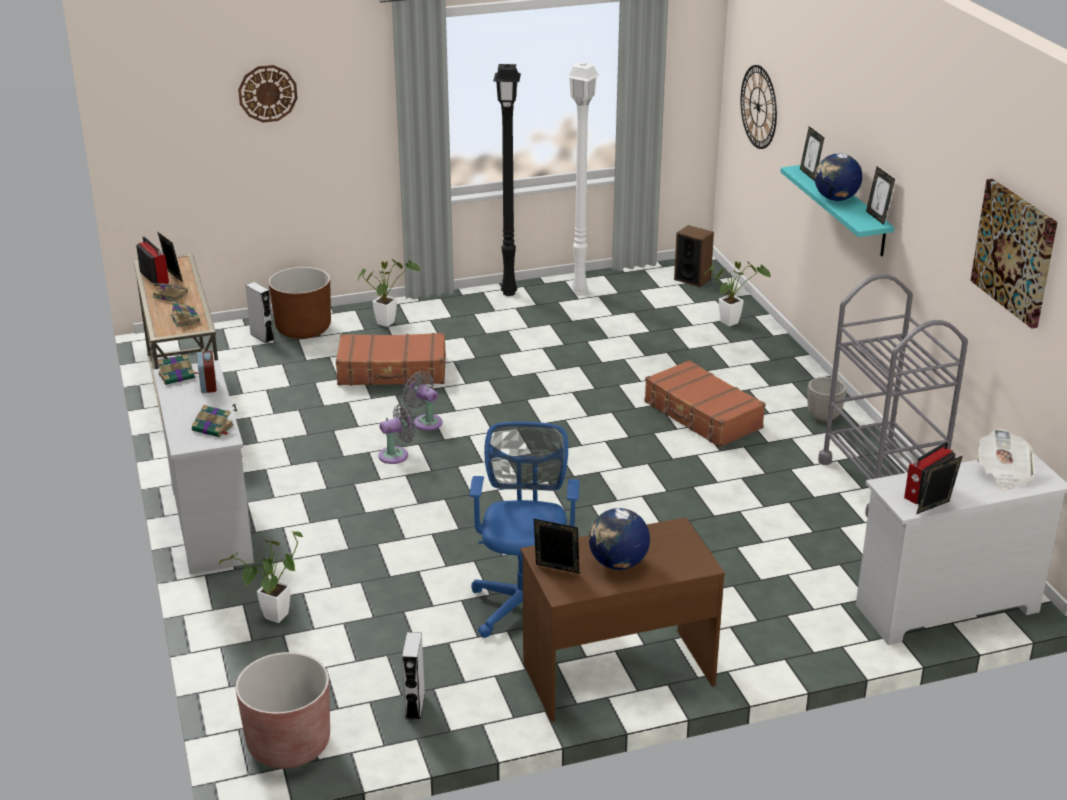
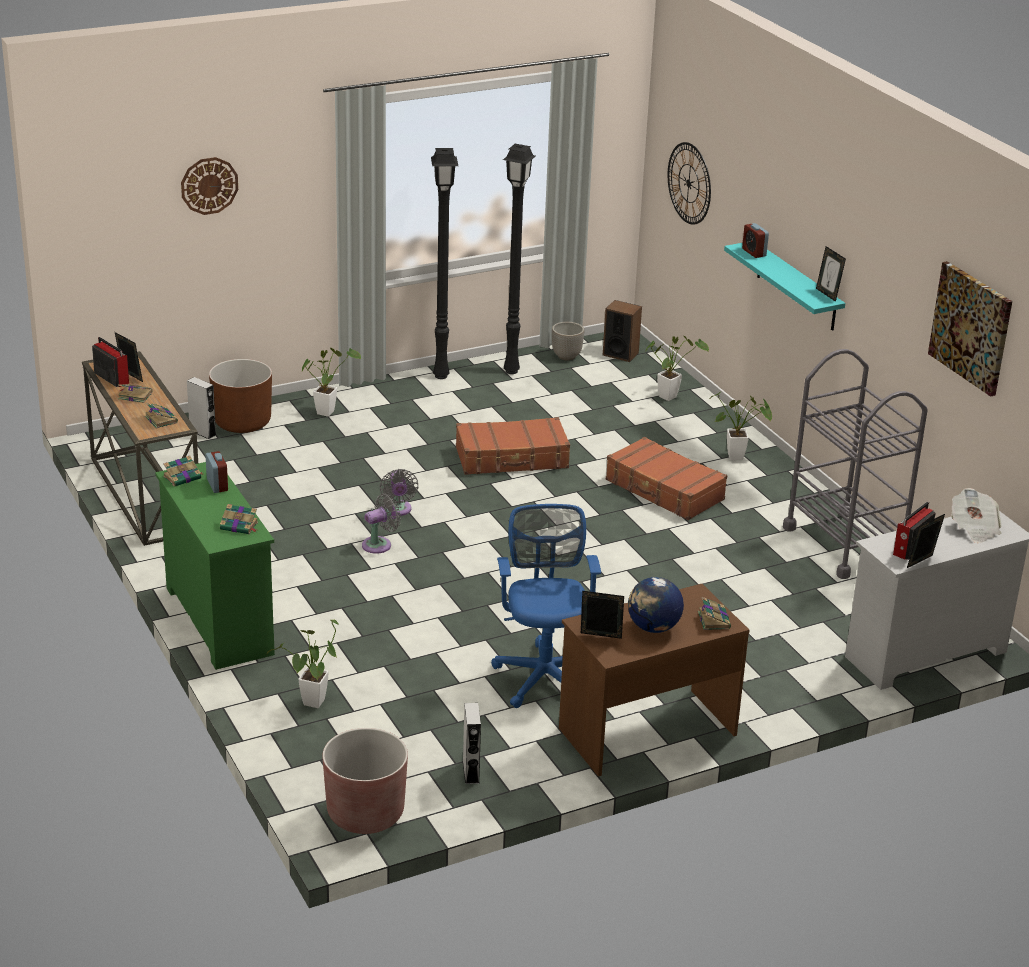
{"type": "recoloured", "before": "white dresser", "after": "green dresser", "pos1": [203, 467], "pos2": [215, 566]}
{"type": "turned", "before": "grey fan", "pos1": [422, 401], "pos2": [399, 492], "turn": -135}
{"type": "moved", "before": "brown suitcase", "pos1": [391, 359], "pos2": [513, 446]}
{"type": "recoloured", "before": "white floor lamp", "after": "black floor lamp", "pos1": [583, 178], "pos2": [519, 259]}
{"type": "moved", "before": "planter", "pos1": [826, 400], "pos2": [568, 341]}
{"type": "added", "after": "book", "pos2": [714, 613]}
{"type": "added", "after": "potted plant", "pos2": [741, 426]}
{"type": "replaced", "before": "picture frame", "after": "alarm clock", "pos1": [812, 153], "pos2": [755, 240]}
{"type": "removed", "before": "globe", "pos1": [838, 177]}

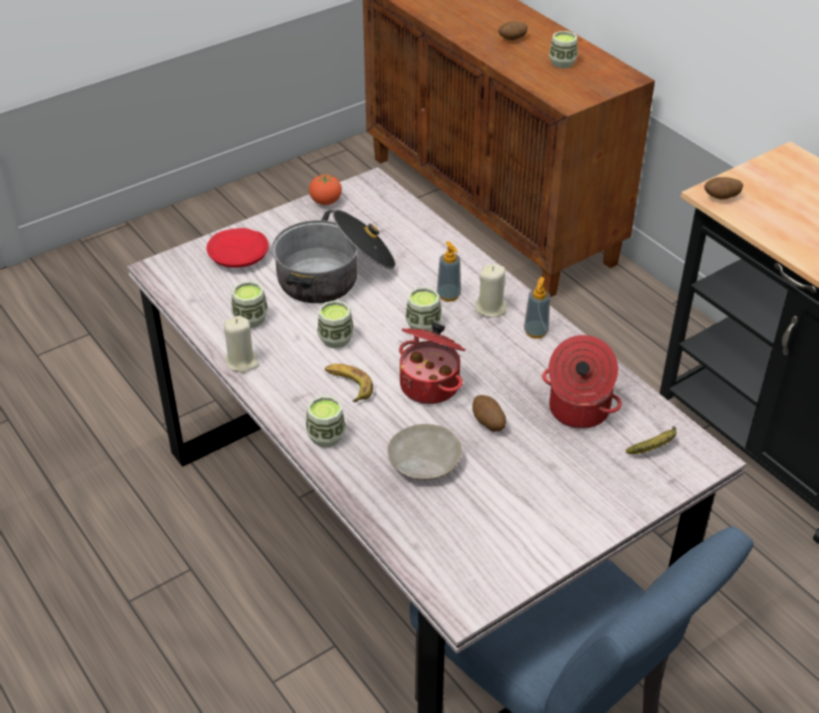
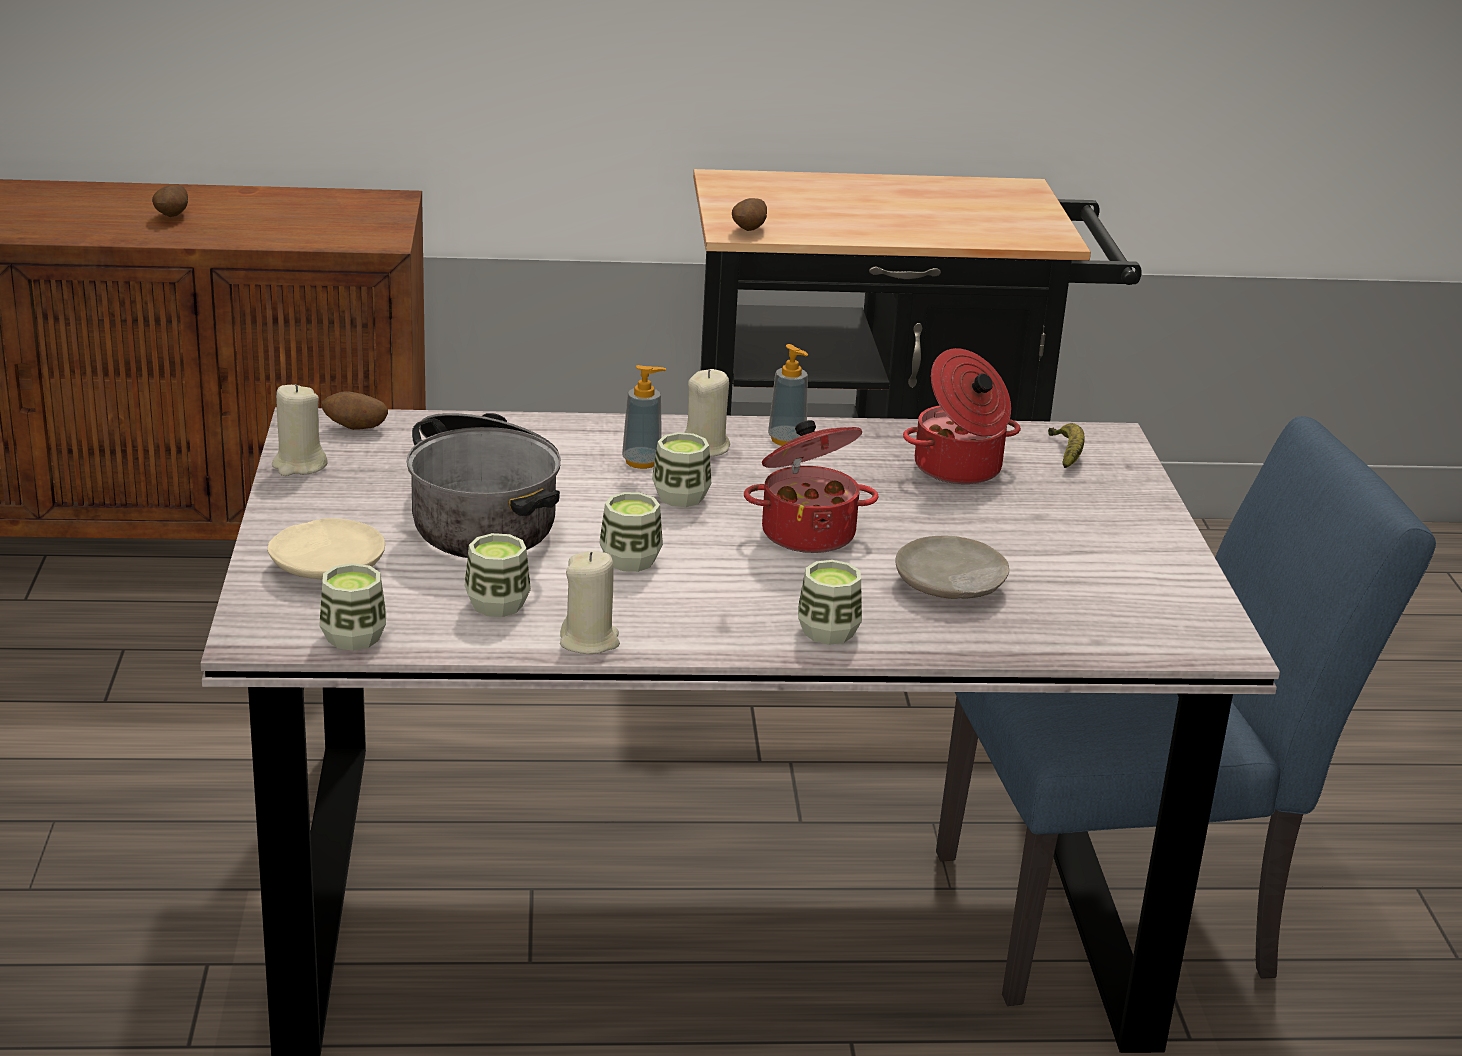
{"type": "recoloured", "before": "red plate", "after": "beige plate", "pos1": [238, 248], "pos2": [326, 549]}
{"type": "replaced", "before": "tomato", "after": "beige candle", "pos1": [325, 189], "pos2": [300, 430]}
{"type": "moved", "before": "cup", "pos1": [563, 49], "pos2": [352, 607]}
{"type": "moved", "before": "potato", "pos1": [489, 413], "pos2": [355, 411]}
{"type": "removed", "before": "banana", "pos1": [349, 383]}

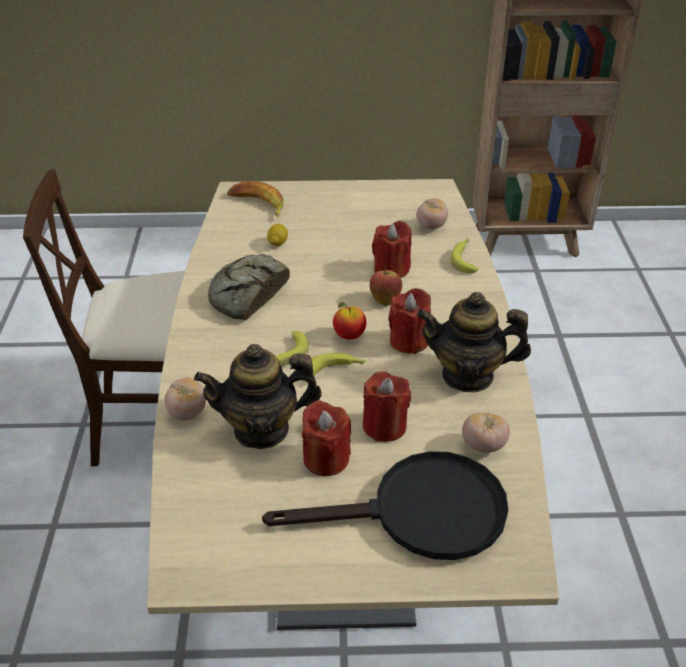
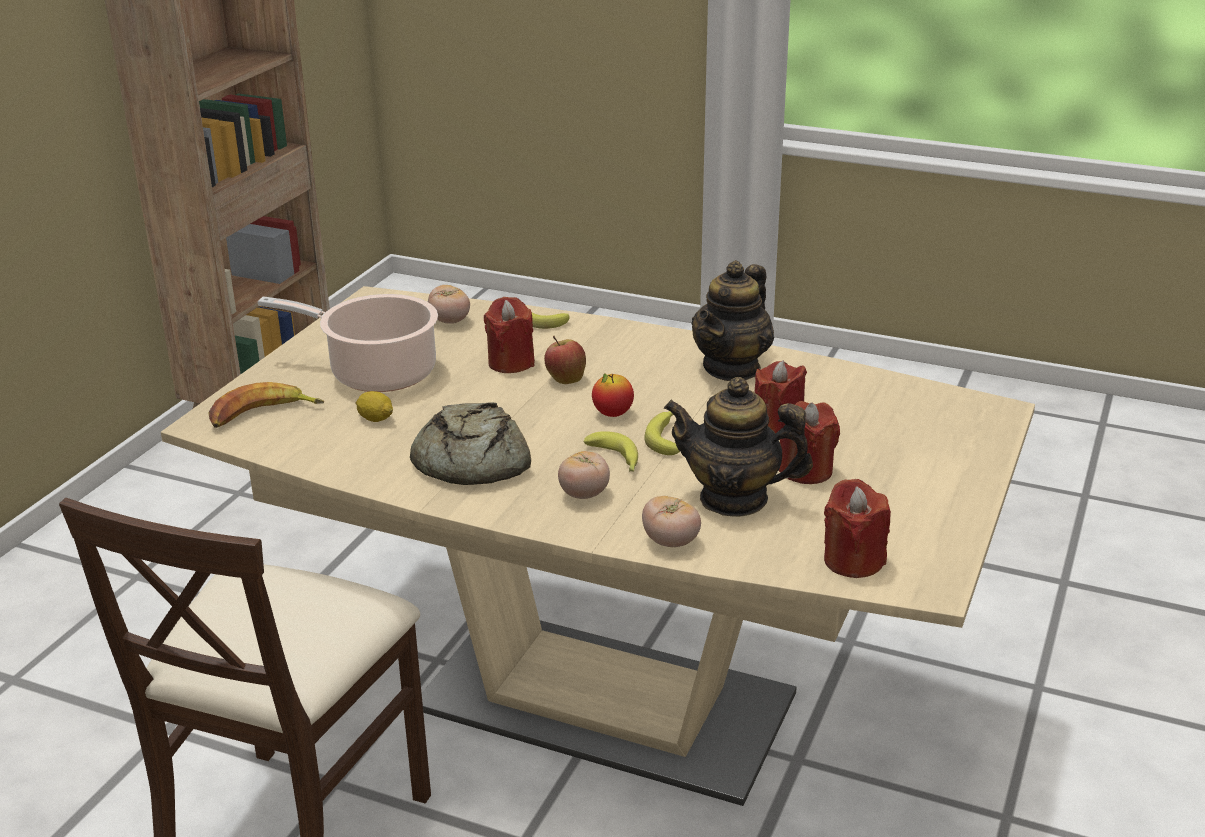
{"type": "added", "after": "cooking pot", "pos2": [348, 343]}
{"type": "moved", "before": "tomato", "pos1": [486, 432], "pos2": [584, 475]}
{"type": "turned", "before": "teapot", "pos1": [258, 396], "pos2": [738, 447], "turn": 90}
{"type": "moved", "before": "red candle", "pos1": [409, 321], "pos2": [857, 528]}
{"type": "removed", "before": "black frying pan", "pos1": [385, 505]}

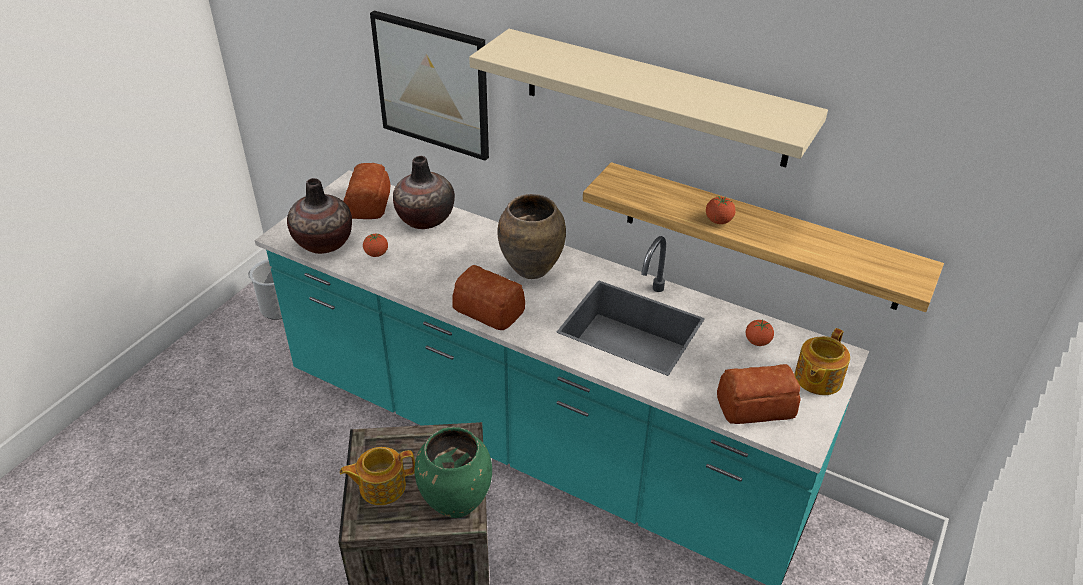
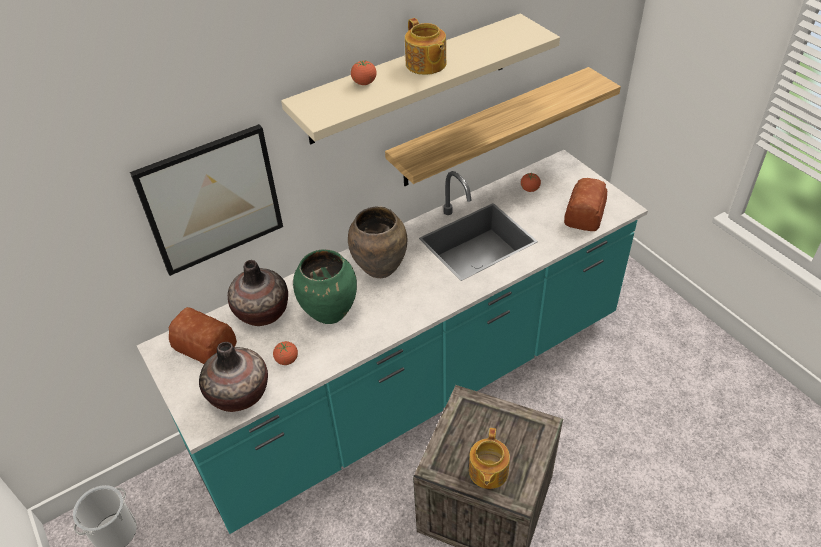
{"type": "moved", "before": "green vase", "pos1": [453, 472], "pos2": [325, 286]}
{"type": "moved", "before": "tomato", "pos1": [721, 210], "pos2": [364, 72]}
{"type": "moved", "before": "teapot", "pos1": [822, 361], "pos2": [425, 46]}
{"type": "removed", "before": "bread", "pos1": [488, 297]}

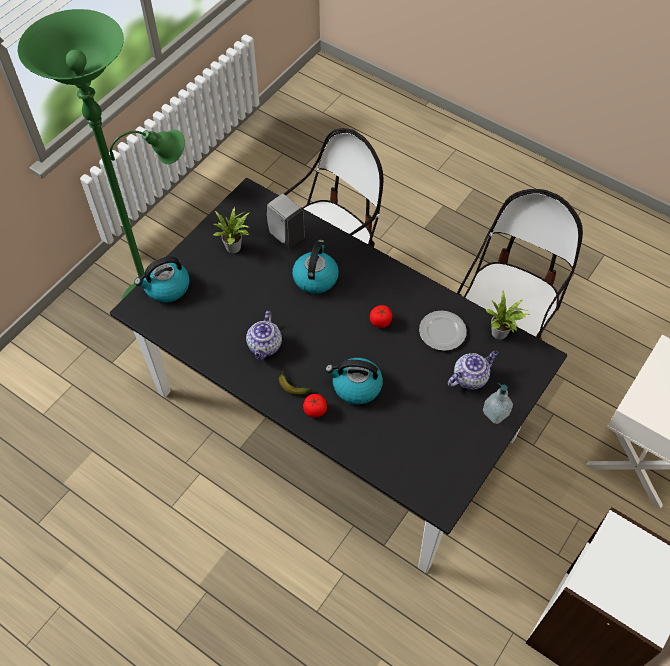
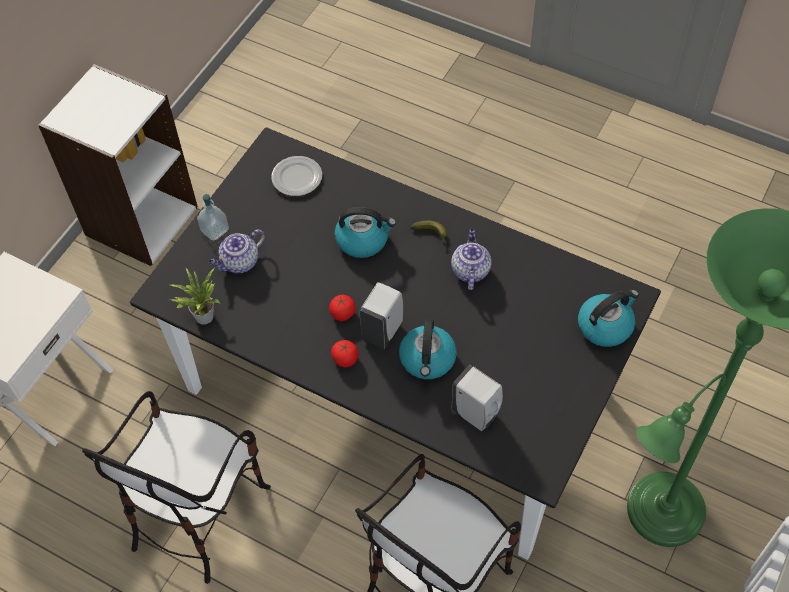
{"type": "moved", "before": "plate", "pos1": [443, 331], "pos2": [296, 176]}
{"type": "moved", "before": "tomato", "pos1": [315, 406], "pos2": [345, 353]}
{"type": "added", "after": "white soap dispenser", "pos2": [381, 315]}
{"type": "removed", "before": "potted plant", "pos1": [231, 230]}

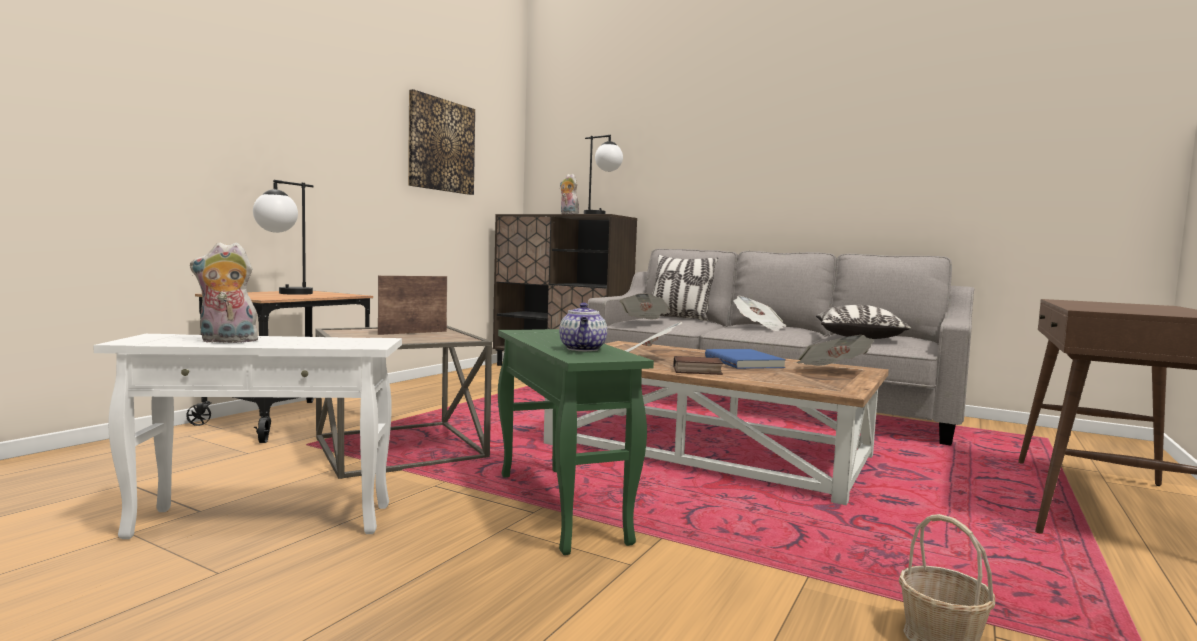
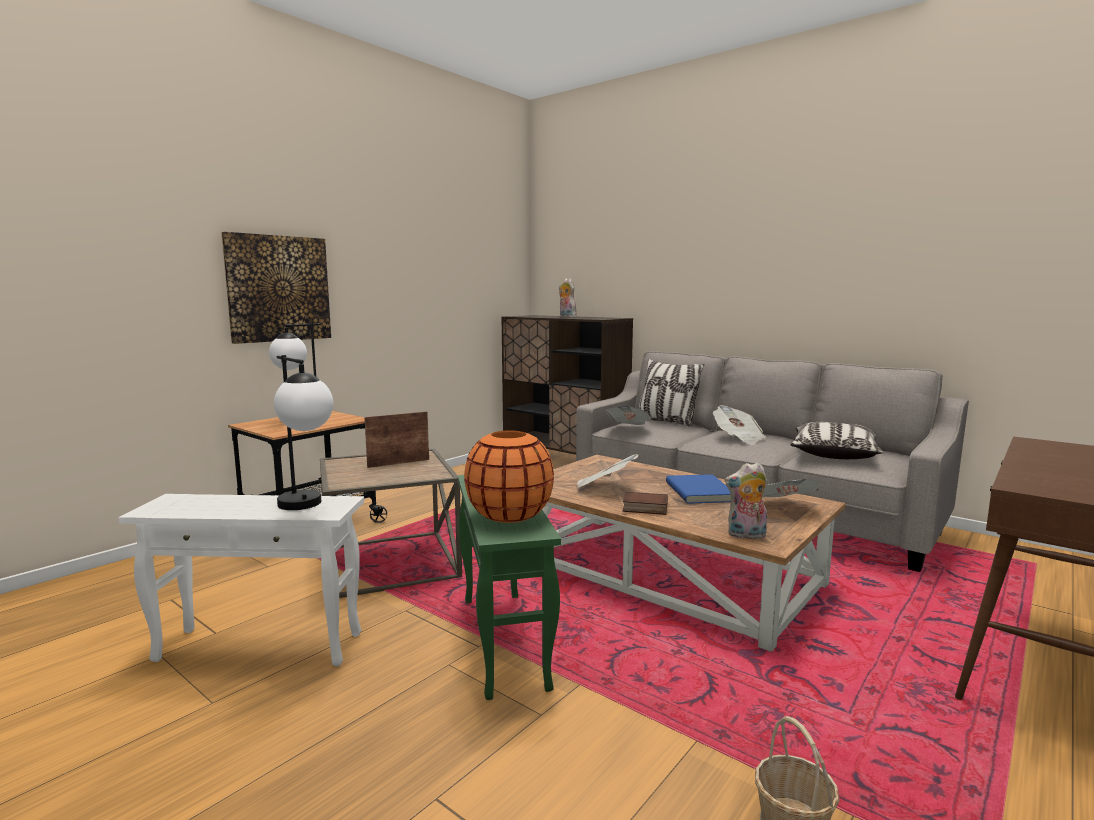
{"type": "moved", "before": "picture", "pos1": [441, 142], "pos2": [276, 288]}
{"type": "moved", "before": "table lamp", "pos1": [603, 174], "pos2": [303, 432]}
{"type": "replaced", "before": "teapot", "after": "orange vase", "pos1": [583, 327], "pos2": [509, 476]}
{"type": "moved", "before": "plush toy", "pos1": [224, 292], "pos2": [746, 500]}

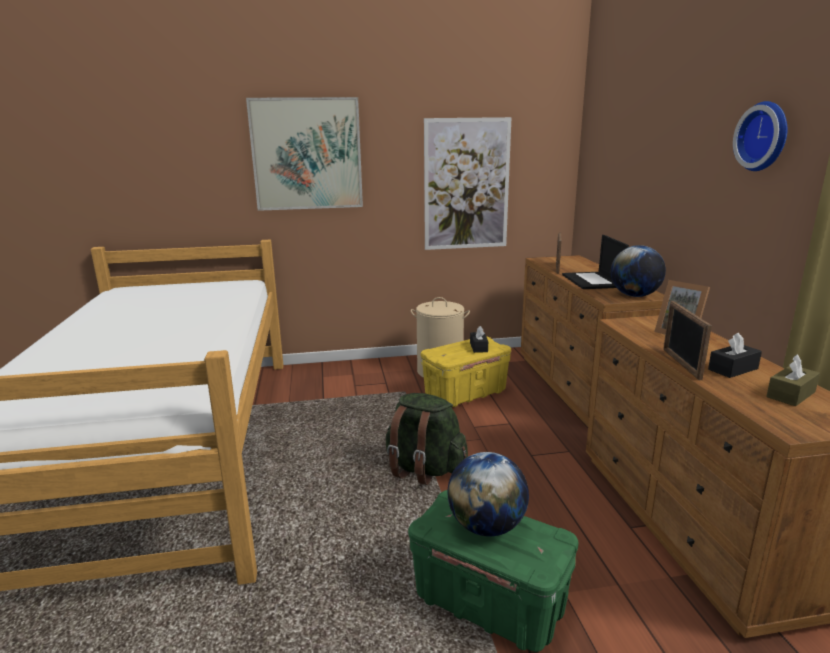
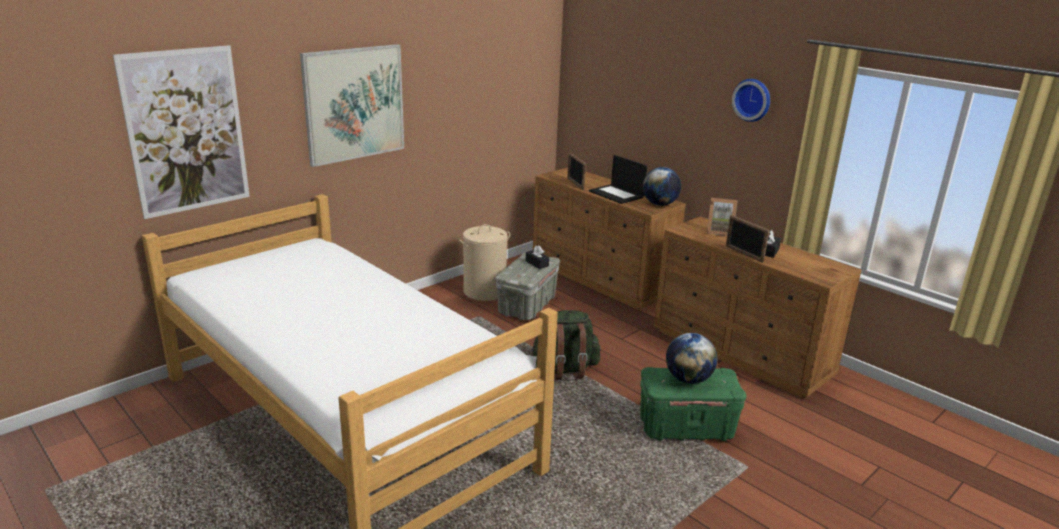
{"type": "moved", "before": "picture", "pos1": [468, 183], "pos2": [181, 132]}
{"type": "recoloured", "before": "yellow storage box", "after": "grey storage box", "pos1": [466, 371], "pos2": [528, 286]}
{"type": "removed", "before": "brown tissue box", "pos1": [793, 380]}

